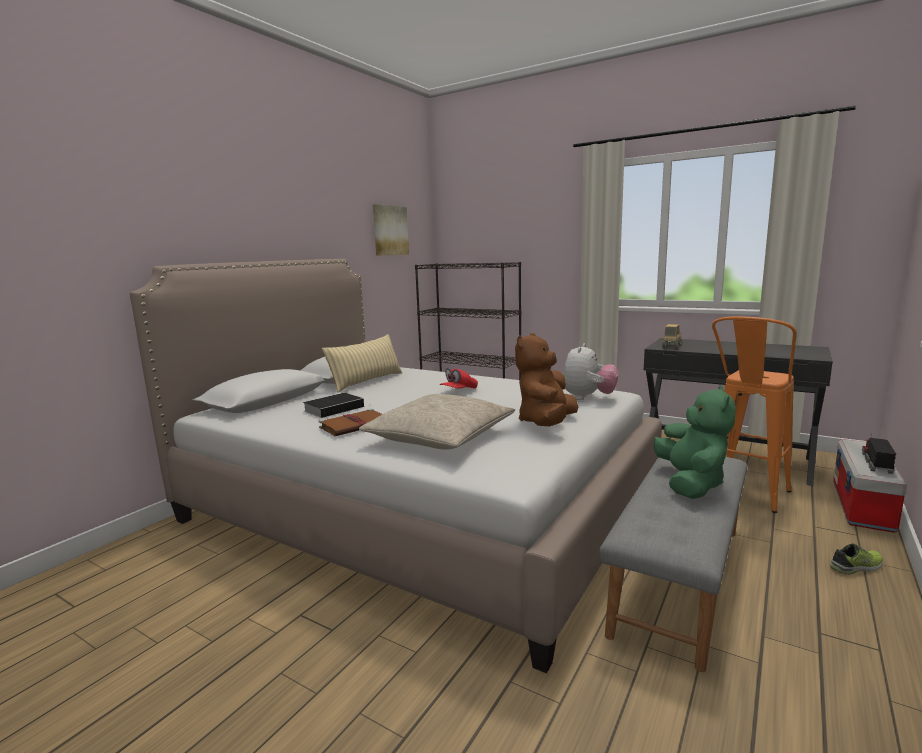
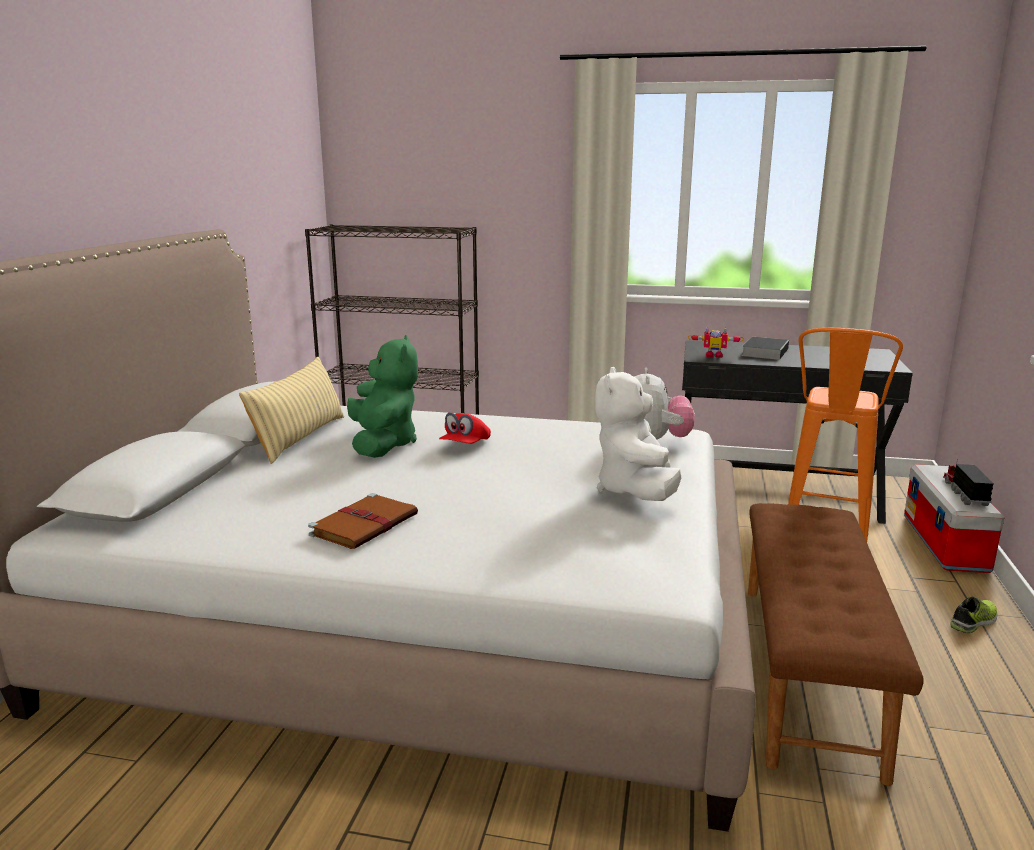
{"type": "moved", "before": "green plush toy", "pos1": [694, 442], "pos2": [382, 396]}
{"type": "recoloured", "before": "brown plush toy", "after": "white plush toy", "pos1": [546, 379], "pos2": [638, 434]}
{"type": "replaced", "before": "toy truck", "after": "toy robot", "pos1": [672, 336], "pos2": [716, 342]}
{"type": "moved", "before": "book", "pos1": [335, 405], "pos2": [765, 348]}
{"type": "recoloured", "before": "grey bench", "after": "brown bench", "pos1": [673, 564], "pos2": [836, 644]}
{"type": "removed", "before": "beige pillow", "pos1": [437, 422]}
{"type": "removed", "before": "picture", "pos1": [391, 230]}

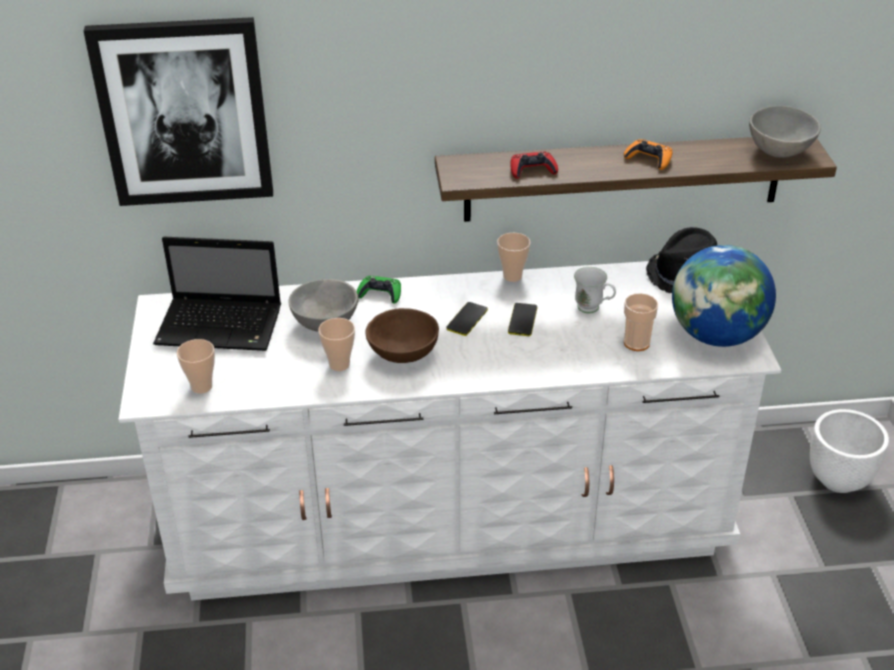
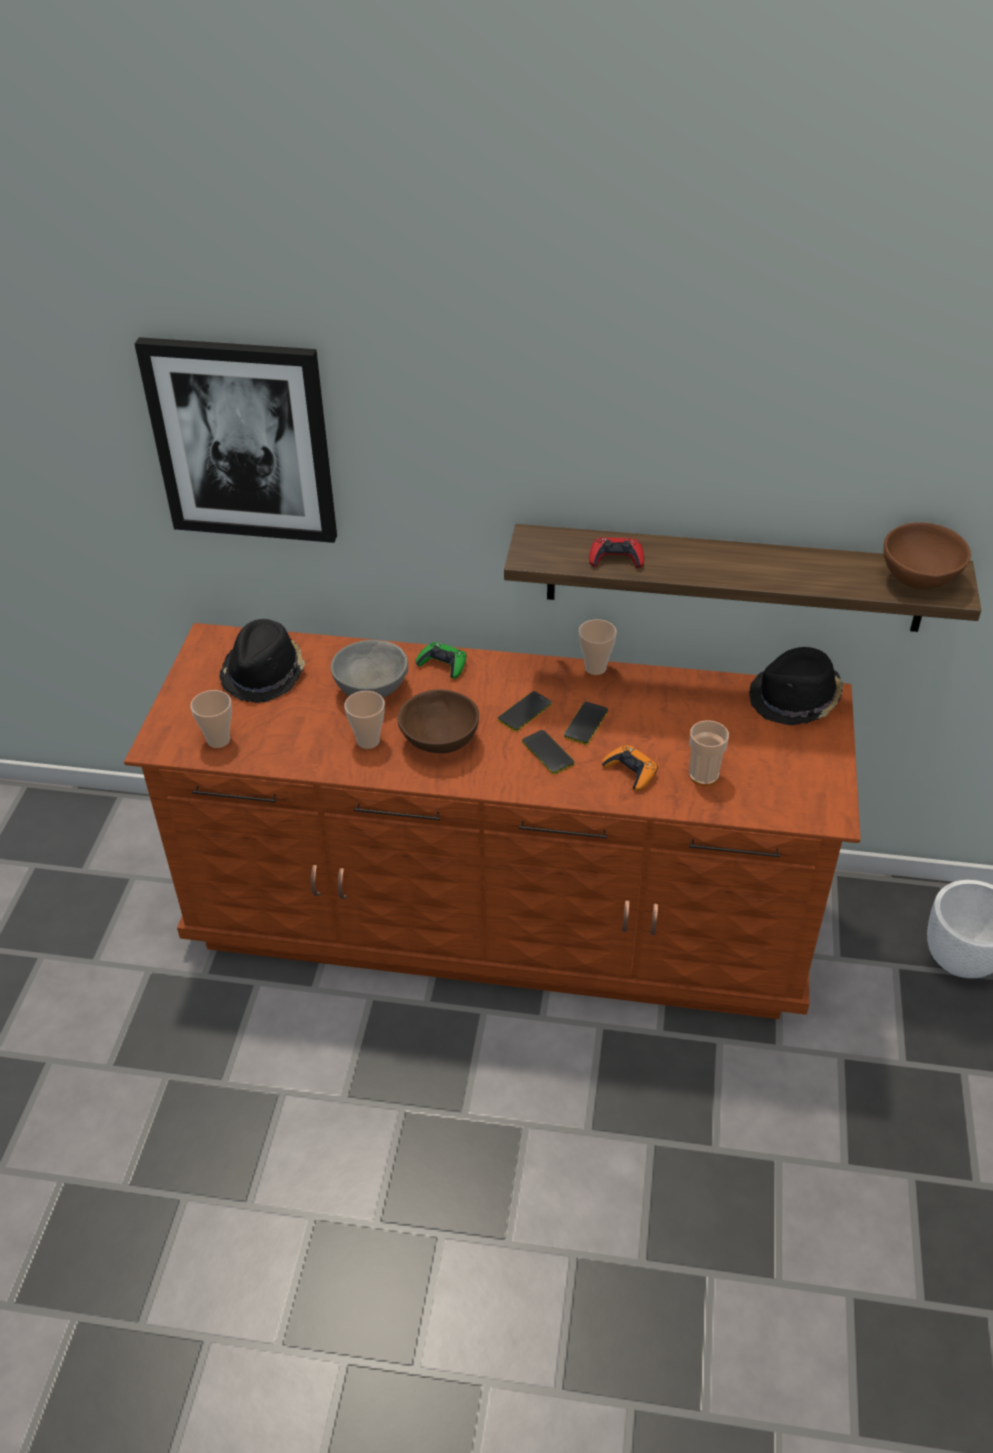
{"type": "recoloured", "before": "white dresser", "after": "brown dresser", "pos1": [449, 431], "pos2": [492, 821]}
{"type": "replaced", "before": "laptop", "after": "black hat", "pos1": [217, 294], "pos2": [262, 661]}
{"type": "added", "after": "phone", "pos2": [548, 752]}
{"type": "moved", "before": "orange game controller", "pos1": [648, 154], "pos2": [630, 768]}
{"type": "recoloured", "before": "grey bowl", "after": "brown bowl", "pos1": [785, 132], "pos2": [927, 555]}
{"type": "removed", "before": "white mug", "pos1": [595, 290]}
{"type": "removed", "before": "globe", "pos1": [724, 296]}

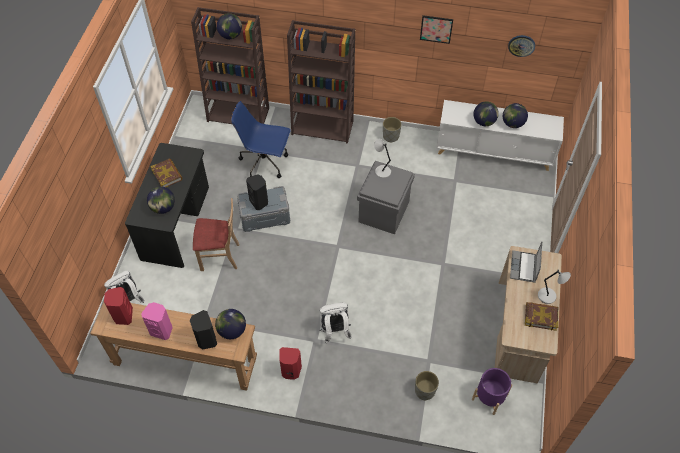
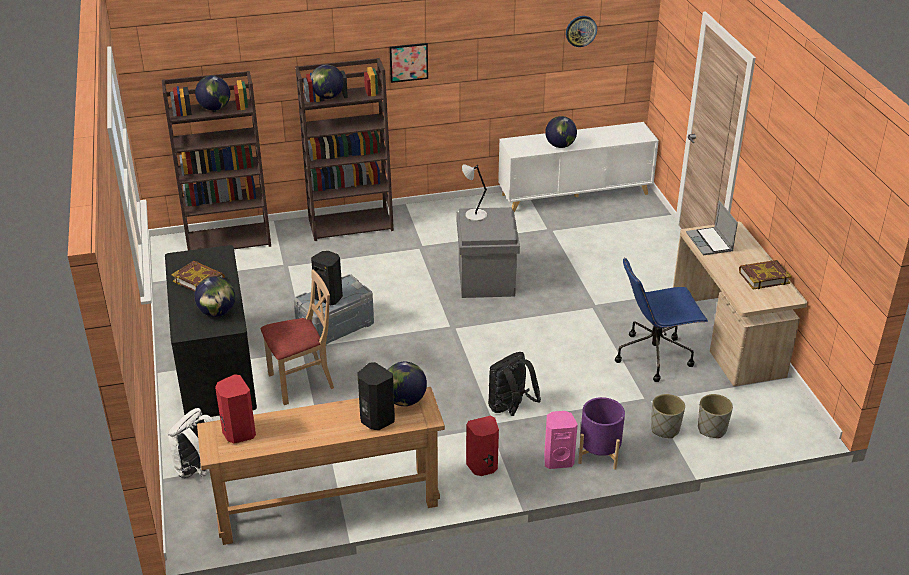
{"type": "moved", "before": "globe", "pos1": [515, 115], "pos2": [326, 82]}
{"type": "moved", "before": "picture", "pos1": [436, 29], "pos2": [408, 63]}
{"type": "recoloured", "before": "white backpack", "after": "black backpack", "pos1": [335, 323], "pos2": [514, 384]}
{"type": "moved", "before": "pink speaker", "pos1": [157, 321], "pos2": [561, 440]}
{"type": "moved", "before": "purple planter", "pos1": [492, 391], "pos2": [601, 433]}
{"type": "moved", "before": "blue office chair", "pos1": [261, 139], "pos2": [661, 319]}
{"type": "moved", "before": "grey planter", "pos1": [392, 130], "pos2": [715, 416]}
{"type": "removed", "before": "grey table lamp", "pos1": [554, 287]}

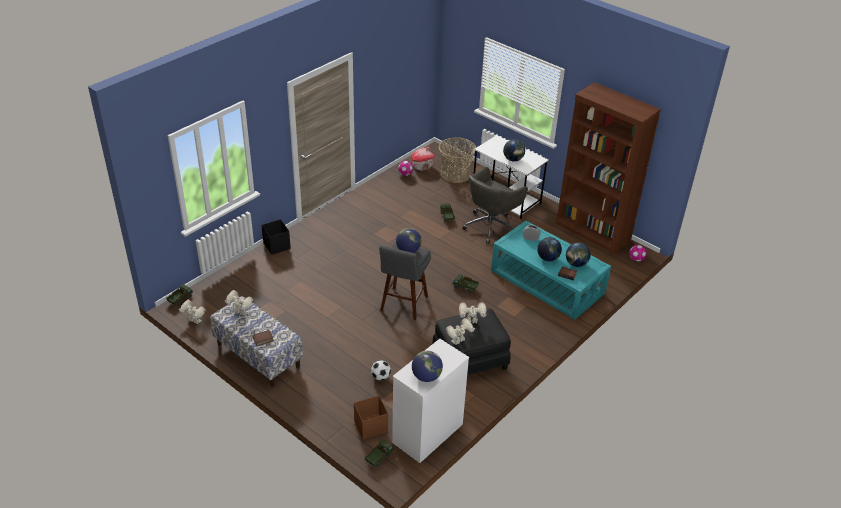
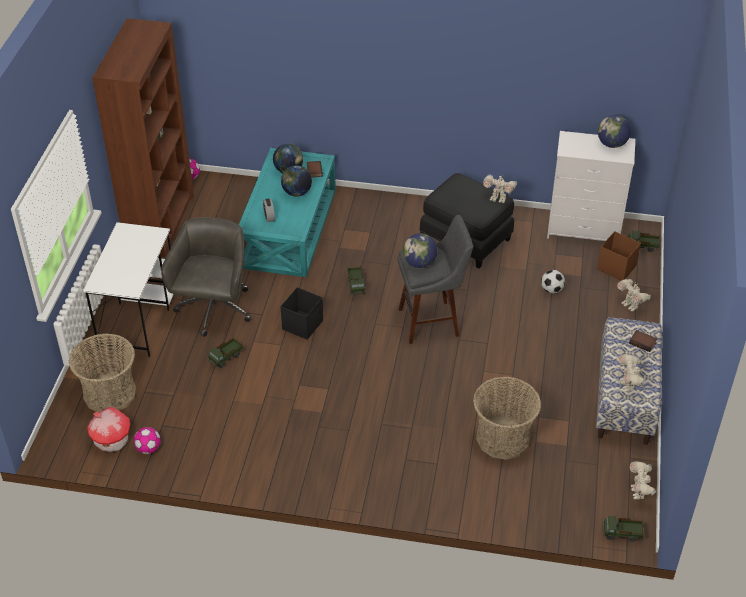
{"type": "turned", "before": "grey office chair", "pos1": [495, 205], "pos2": [206, 277], "turn": -90}
{"type": "moved", "before": "black storage box", "pos1": [276, 237], "pos2": [301, 313]}
{"type": "added", "after": "basket", "pos2": [507, 418]}
{"type": "moved", "before": "toy robot", "pos1": [472, 313], "pos2": [634, 295]}
{"type": "removed", "before": "globe", "pos1": [514, 150]}

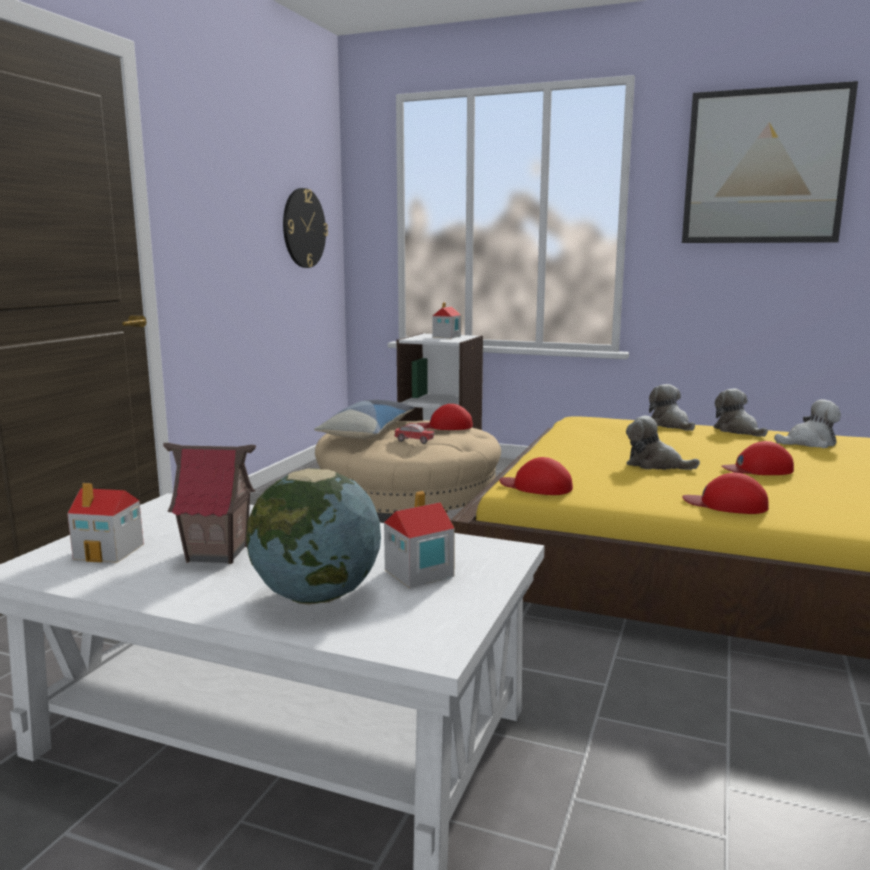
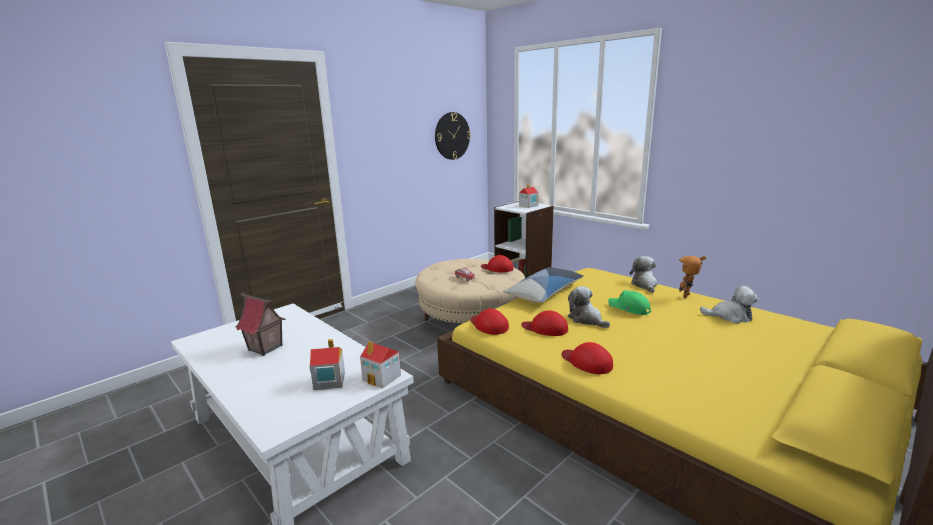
{"type": "moved", "before": "toy house", "pos1": [105, 523], "pos2": [380, 364]}
{"type": "moved", "before": "pillow", "pos1": [364, 419], "pos2": [544, 285]}
{"type": "moved", "before": "red cap", "pos1": [758, 458], "pos2": [544, 323]}
{"type": "added", "after": "green cap", "pos2": [629, 302]}
{"type": "replaced", "before": "plush toy", "after": "toy robot", "pos1": [740, 413], "pos2": [692, 277]}
{"type": "removed", "before": "globe", "pos1": [313, 536]}
{"type": "removed", "before": "picture", "pos1": [770, 162]}

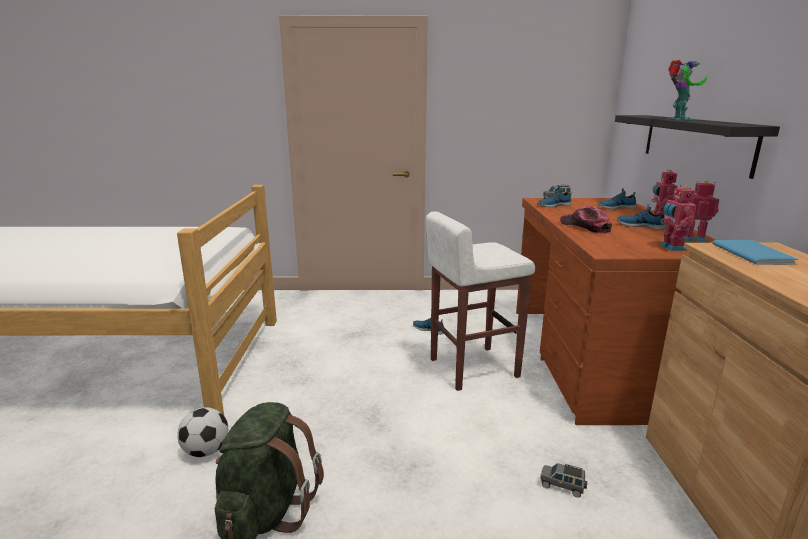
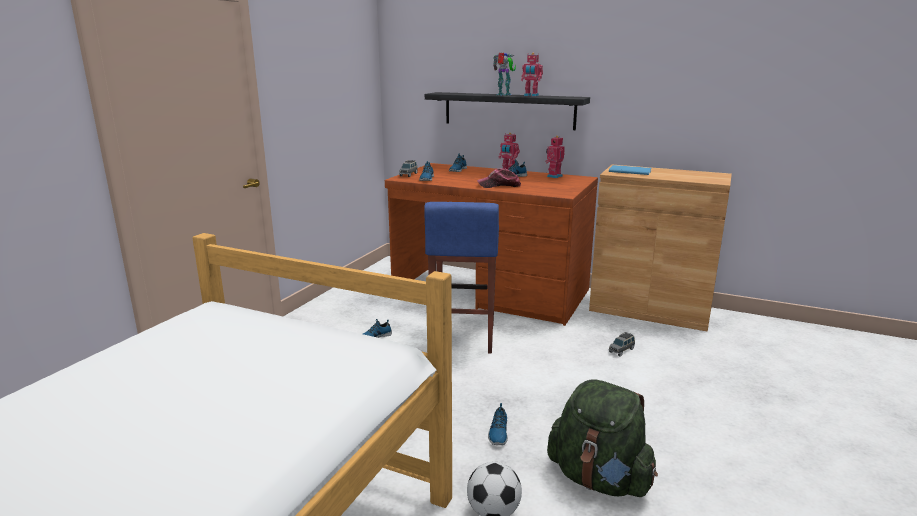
{"type": "recoloured", "before": "white stool", "after": "blue stool", "pos1": [480, 301], "pos2": [461, 278]}
{"type": "added", "after": "shoe", "pos2": [498, 424]}
{"type": "moved", "before": "toy robot", "pos1": [679, 218], "pos2": [532, 75]}

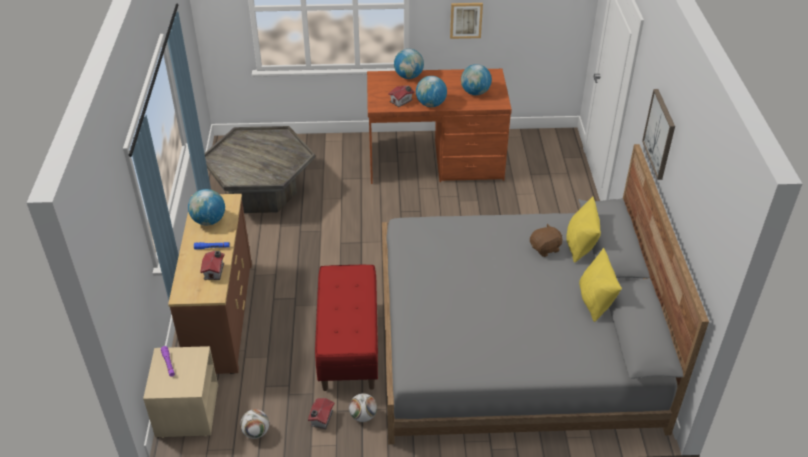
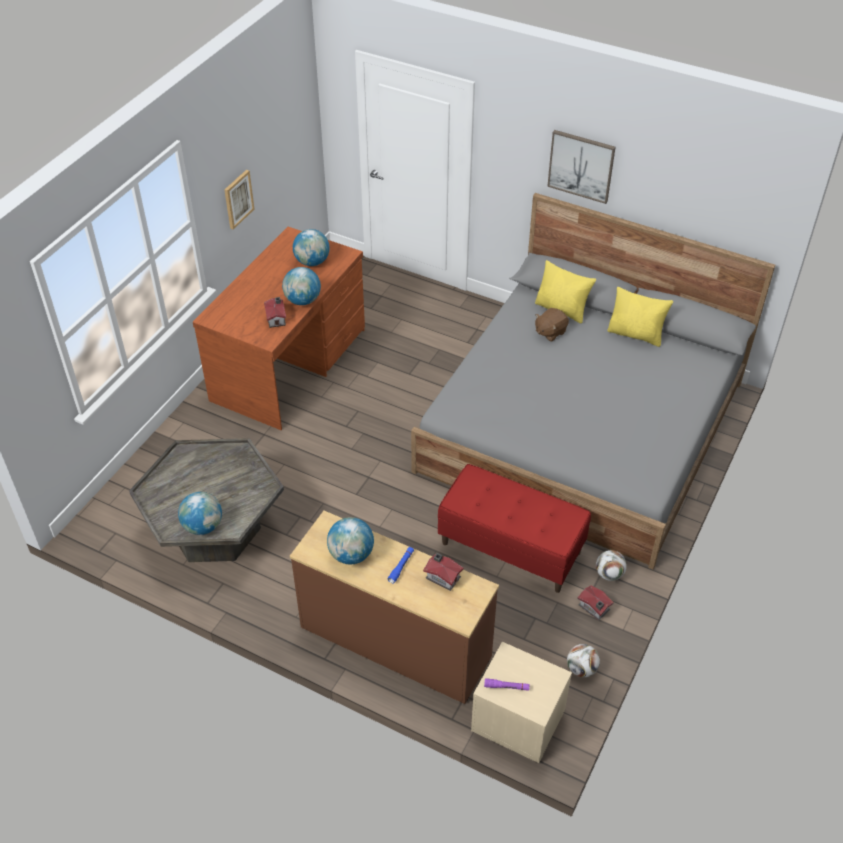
{"type": "moved", "before": "globe", "pos1": [409, 64], "pos2": [200, 513]}
{"type": "turned", "before": "brown plush toy", "pos1": [546, 240], "pos2": [552, 325], "turn": -135}

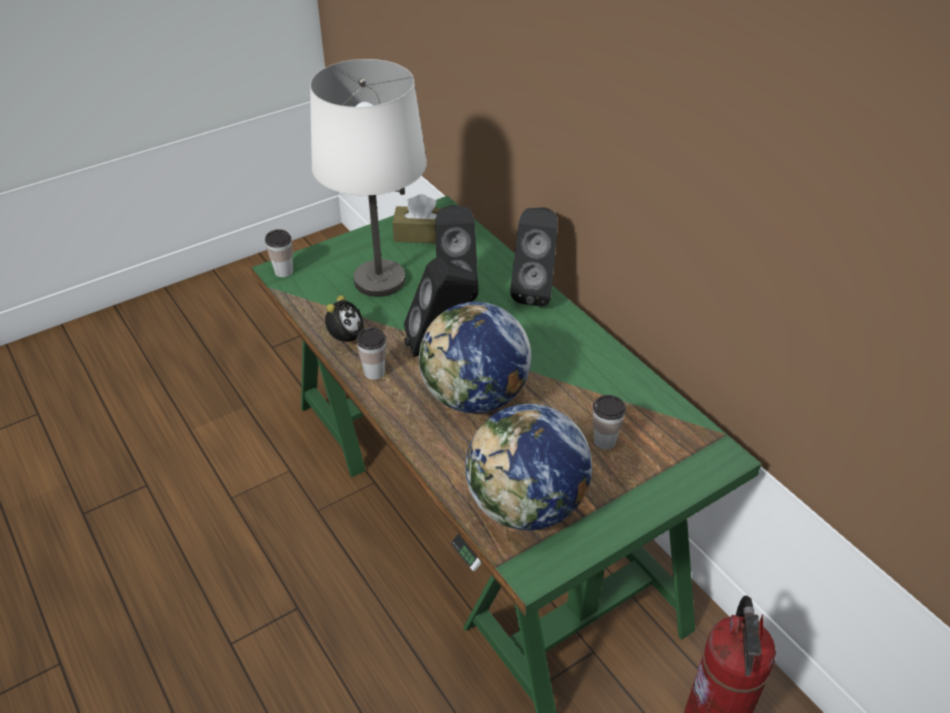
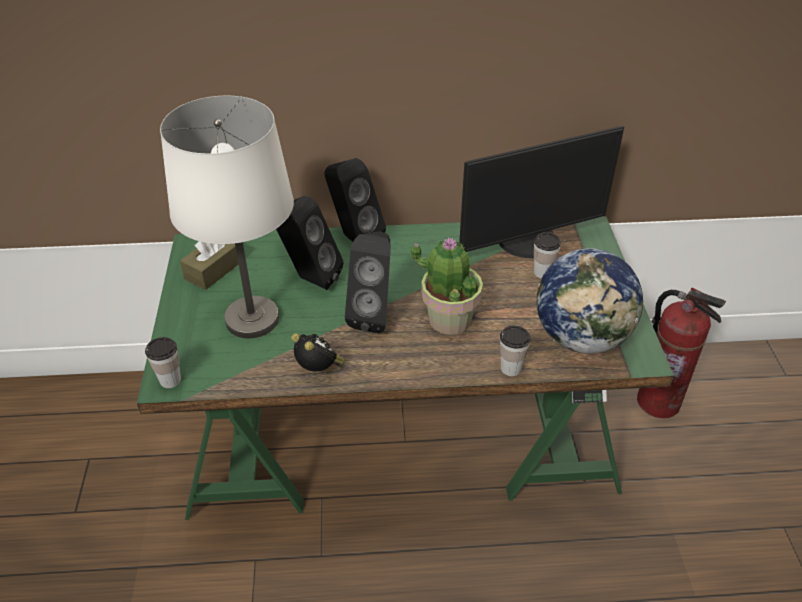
{"type": "replaced", "before": "globe", "after": "potted plant", "pos1": [475, 357], "pos2": [447, 286]}
{"type": "added", "after": "monitor", "pos2": [541, 192]}
{"type": "moved", "before": "cup", "pos1": [371, 353], "pos2": [515, 350]}

